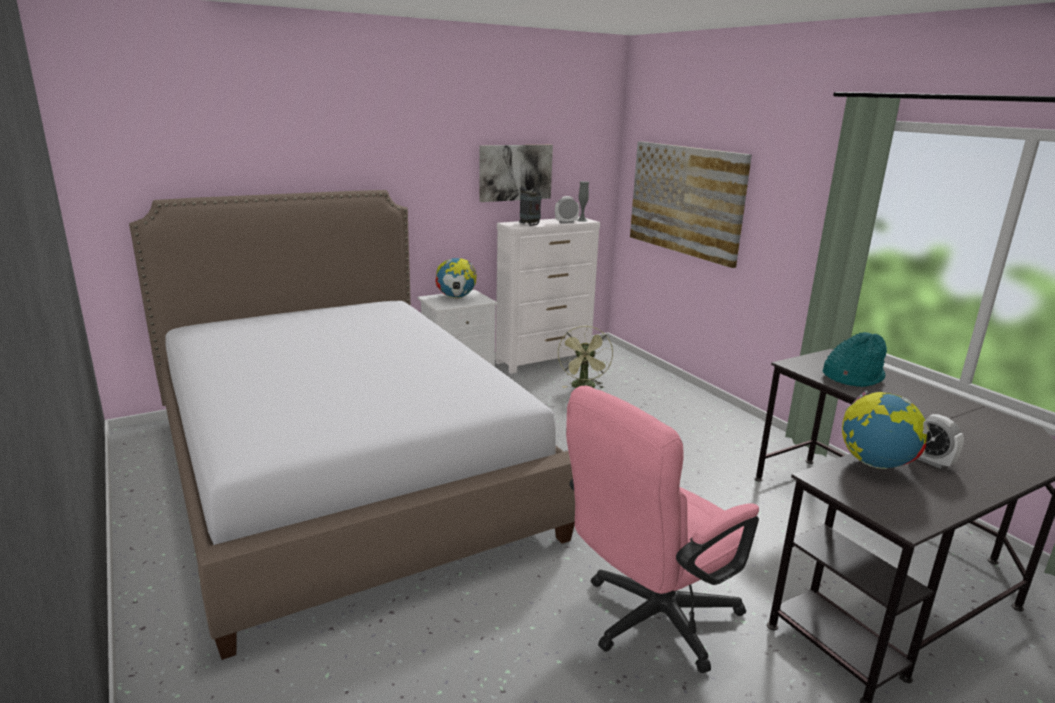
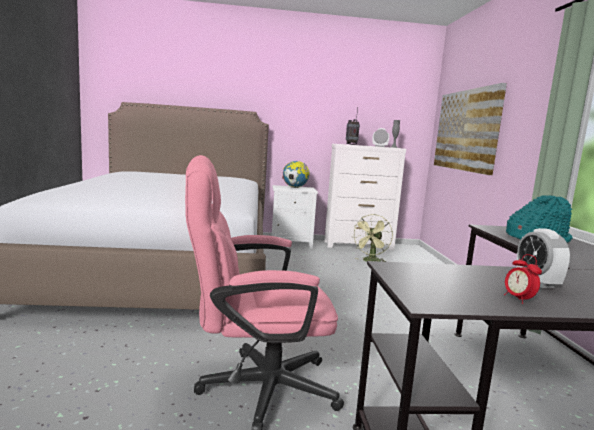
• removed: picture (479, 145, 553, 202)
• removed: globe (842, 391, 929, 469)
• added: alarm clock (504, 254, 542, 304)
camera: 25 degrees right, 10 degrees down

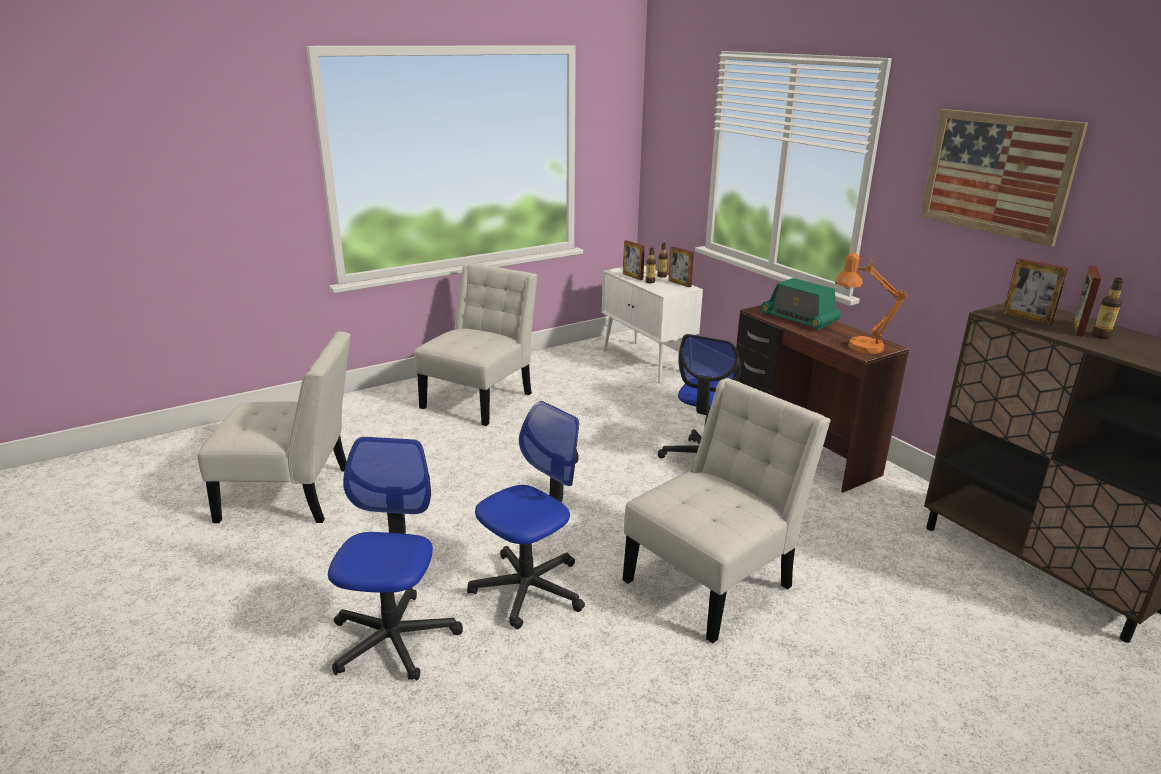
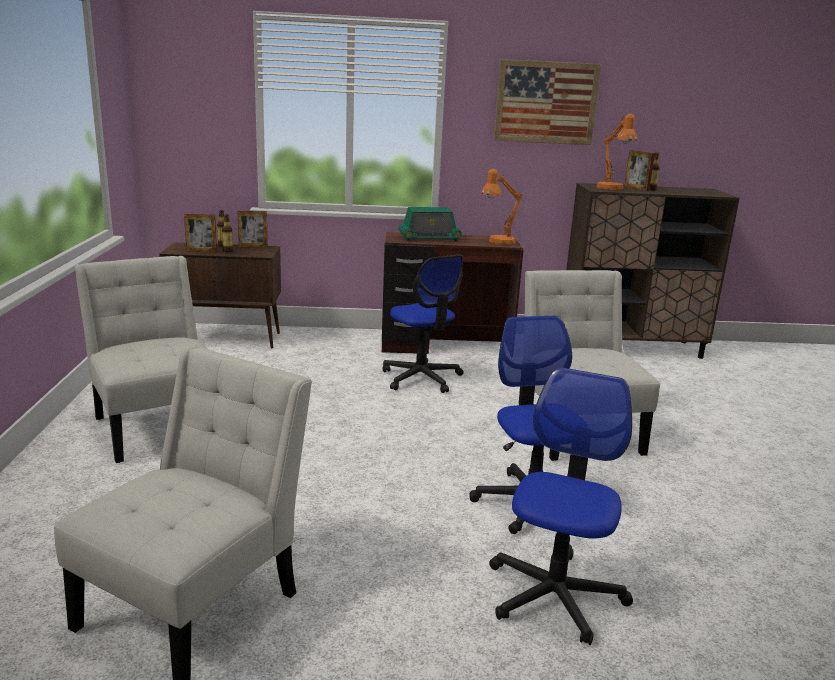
• replaced: picture frame (1003, 258, 1068, 325) to orange table lamp (596, 114, 638, 190)
• recoloured: white cabinet (602, 266, 703, 383) to brown cabinet (159, 242, 281, 348)
• turned: office chair (328, 437, 463, 680) = (489, 367, 633, 645) 75 degrees clockwise
camera: 60 degrees left, 5 degrees down

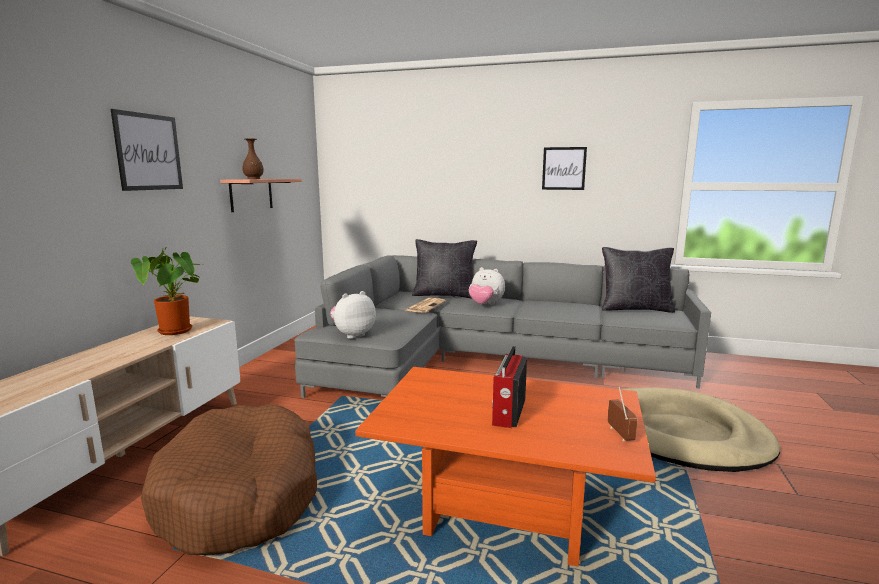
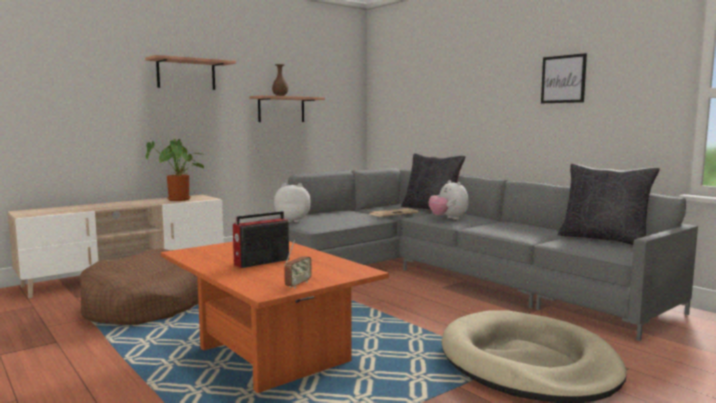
• replaced: picture (111, 109, 183, 191) to shelf (145, 55, 236, 90)
camera: 35 degrees right, 5 degrees down

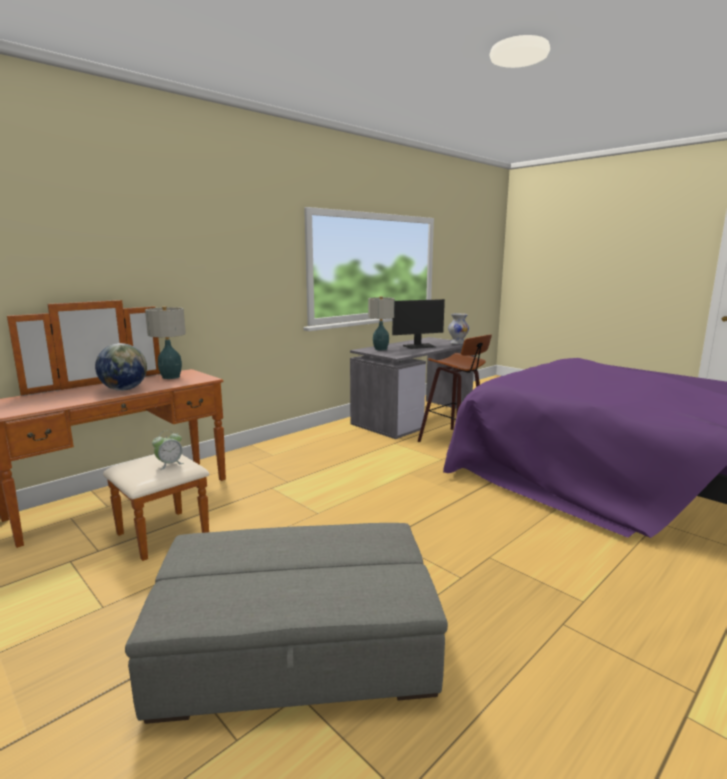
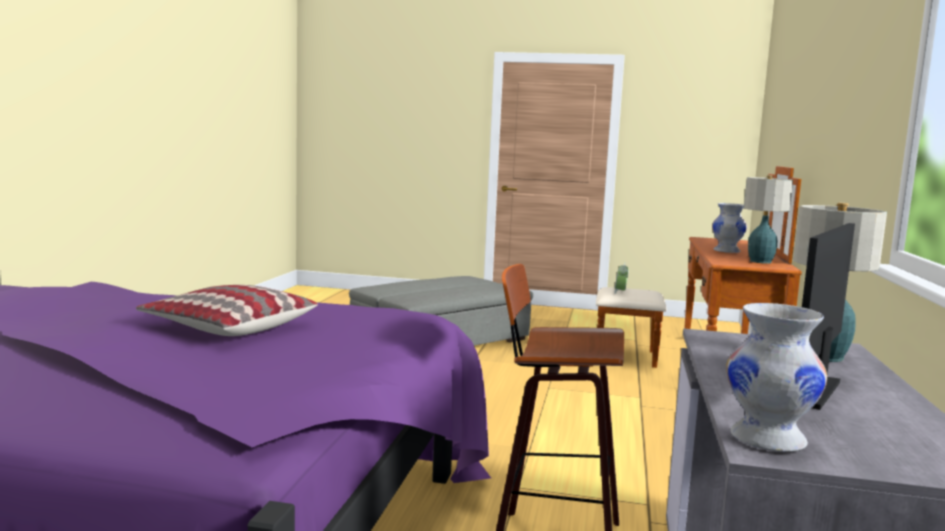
• replaced: globe (95, 343, 147, 391) to white vase (712, 203, 747, 253)
• added: pillow (136, 285, 318, 336)
camera: 145 degrees right, 5 degrees down

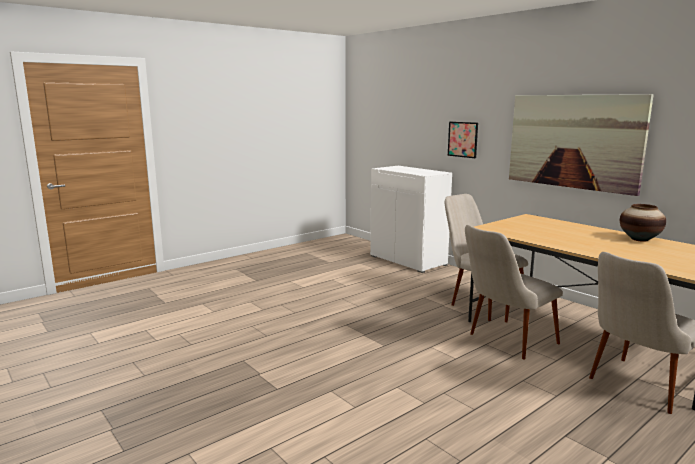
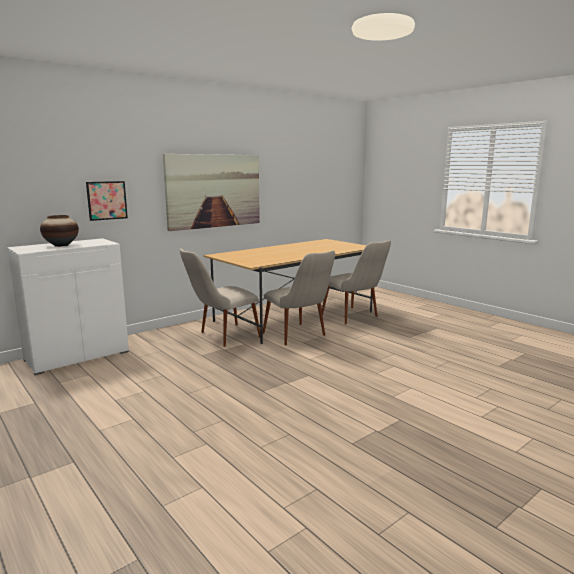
• moved: vase (620, 204, 666, 242) to (40, 215, 79, 247)
camera: 90 degrees left, 0 degrees up

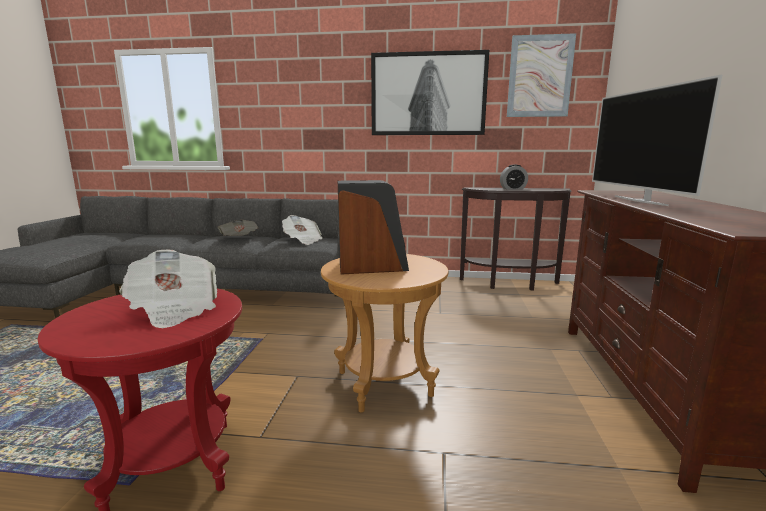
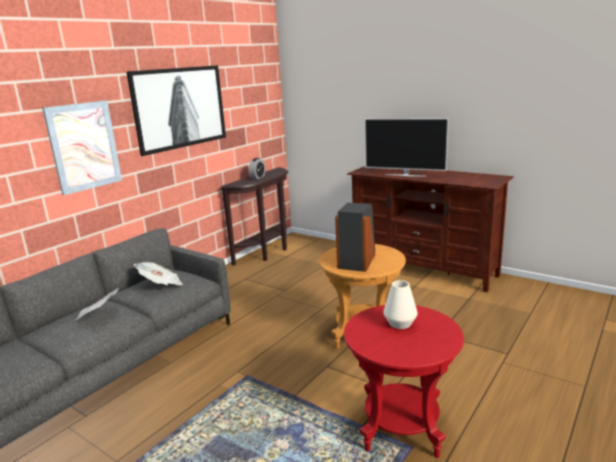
• moved: picture (507, 33, 576, 117) to (42, 101, 122, 195)
• replaced: newspaper (119, 250, 217, 328) to white vase (383, 280, 418, 329)
camera: 60 degrees left, 5 degrees up

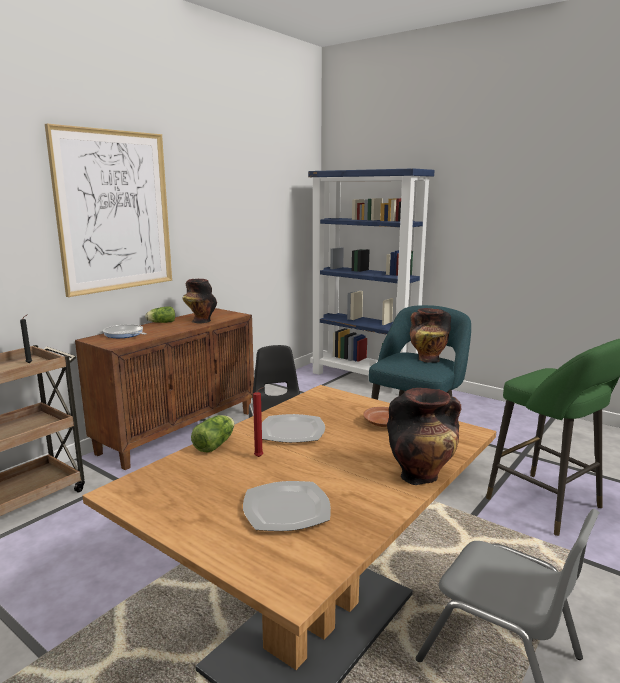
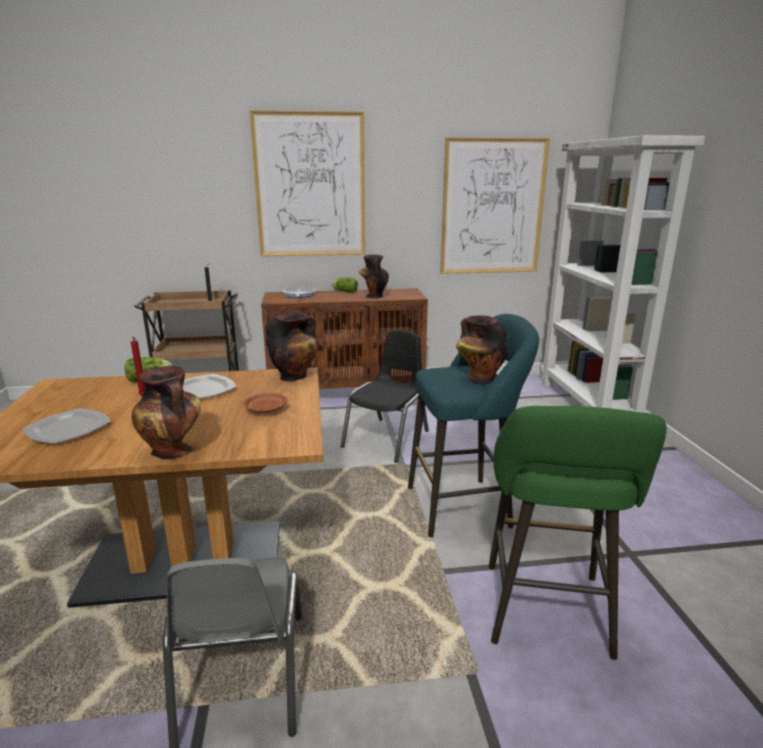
• recoloured: blue bookcase (308, 168, 435, 395) to white bookcase (540, 135, 705, 413)
• added: picture (440, 137, 550, 274)
• added: vase (266, 312, 317, 382)
camera: 45 degrees right, 5 degrees up

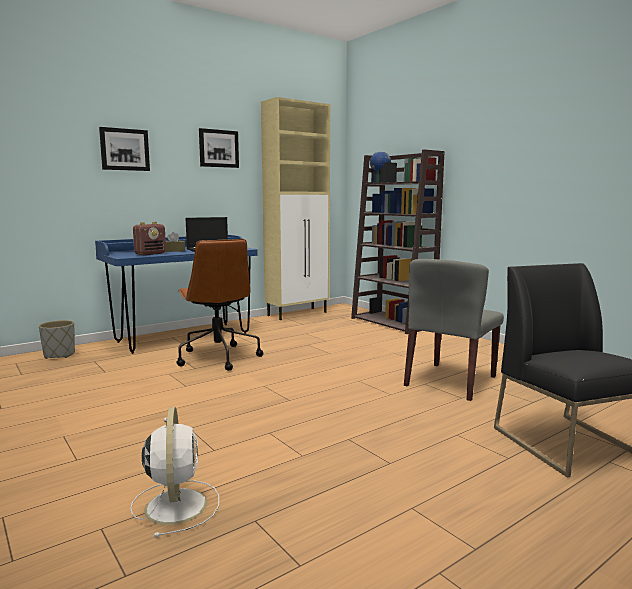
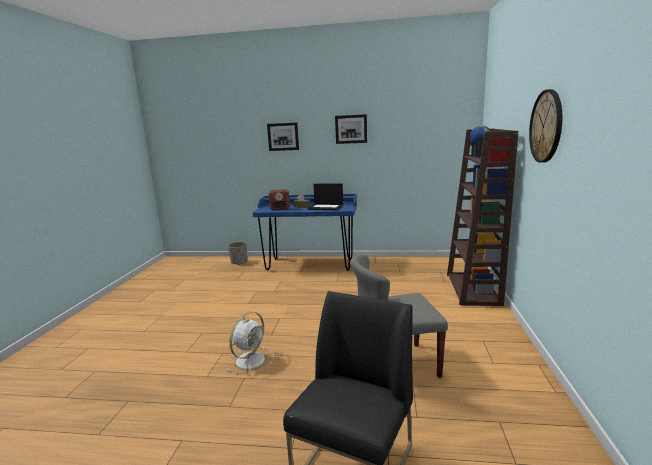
• removed: beige cabinet (261, 97, 330, 320)
• removed: brown office chair (176, 239, 263, 371)
• moved: white fan (130, 407, 219, 538) to (227, 311, 274, 374)
• added: wall clock (529, 89, 562, 163)
camera: 45 degrees right, 5 degrees up

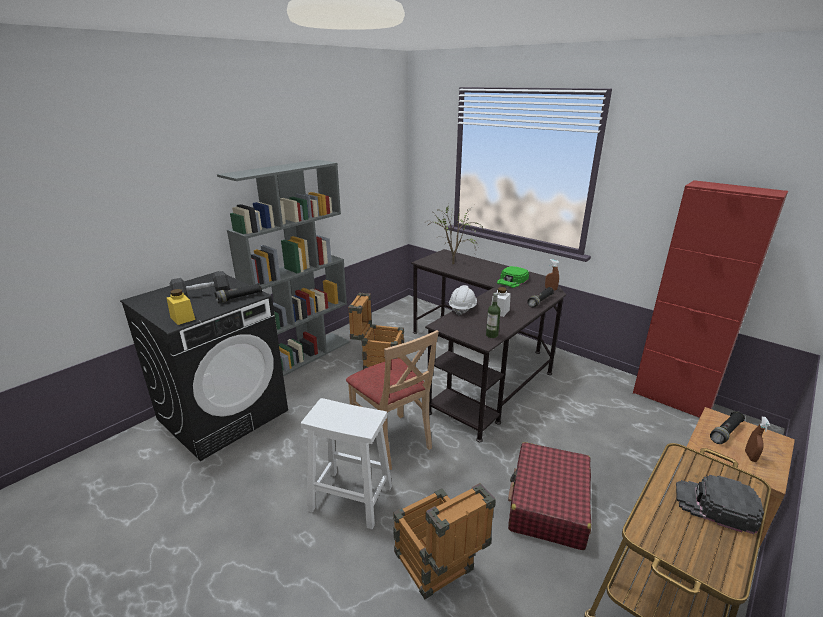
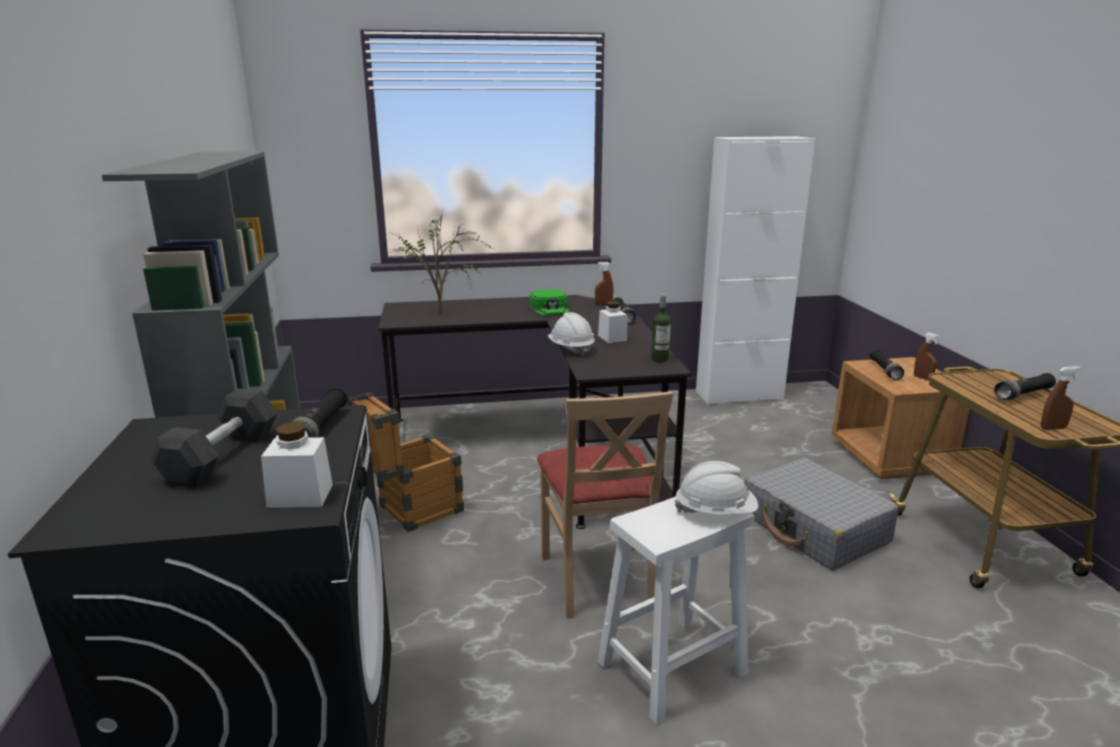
• recoloured: red cabinet (633, 180, 788, 418) to white cabinet (696, 136, 815, 405)
• recoloured: yellow jar (167, 289, 195, 325) to white jar (261, 422, 333, 508)
• turned: beige chair (346, 330, 439, 470) = (537, 391, 673, 619) 75 degrees clockwise
• recoloured: red suitcase (508, 442, 591, 550) to grey suitcase (745, 458, 899, 570)
• replaced: black cap (676, 475, 764, 534) to black flashlight (994, 373, 1056, 400)
• removed: crate (393, 483, 496, 599)
• added: brown spray bottle (1041, 366, 1081, 430)
• added: white hard hat (675, 461, 758, 515)
camera: 50 degrees left, 5 degrees down

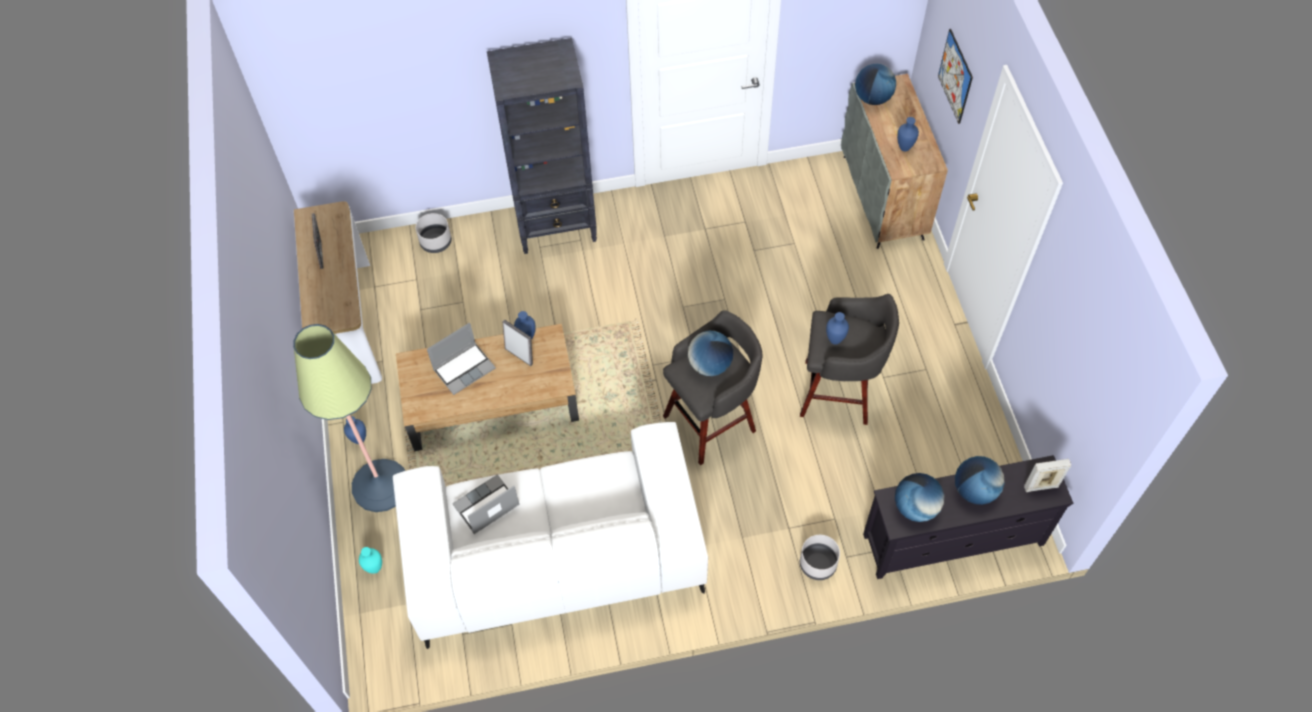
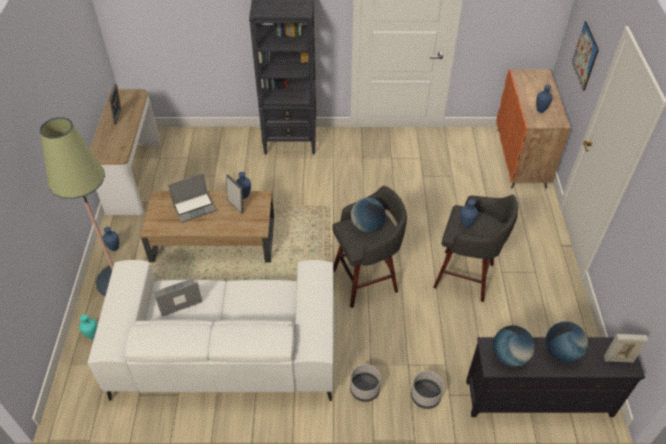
• removed: globe (855, 64, 896, 105)
• recoloured: grey cabinet (841, 74, 948, 249) to orange cabinet (496, 69, 571, 189)
• moved: grey planter (415, 213, 452, 253) to (350, 364, 381, 402)
camera: 10 degrees right, 10 degrees down

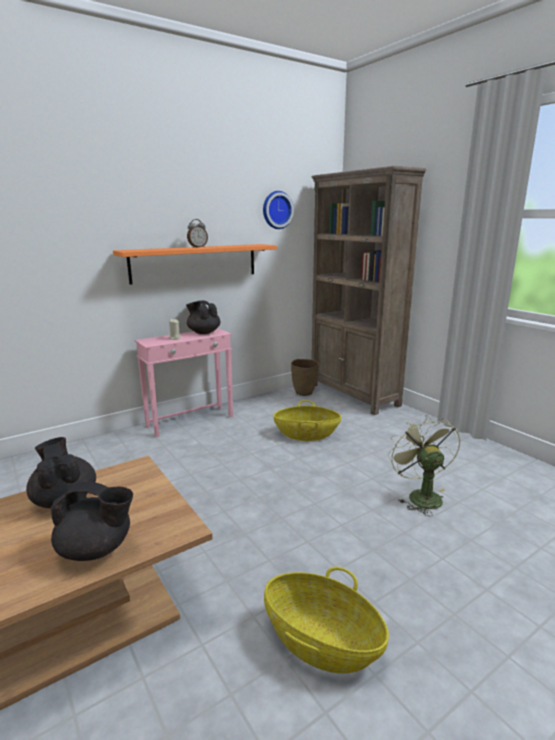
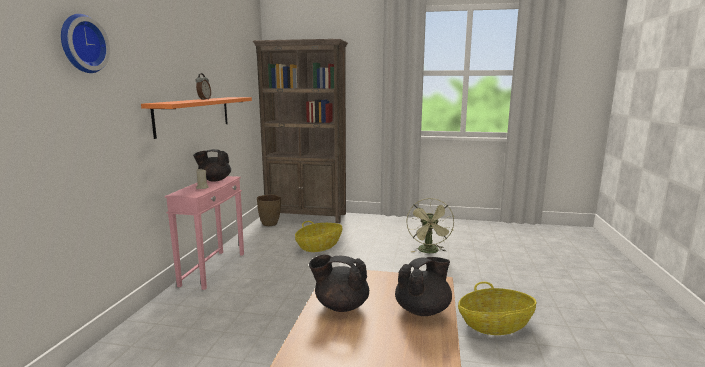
• moved: wall clock (263, 191, 294, 229) to (61, 14, 110, 73)
• turned: green fan (388, 415, 461, 516) = (406, 198, 454, 253) 120 degrees counterclockwise
camera: 45 degrees left, 5 degrees down

